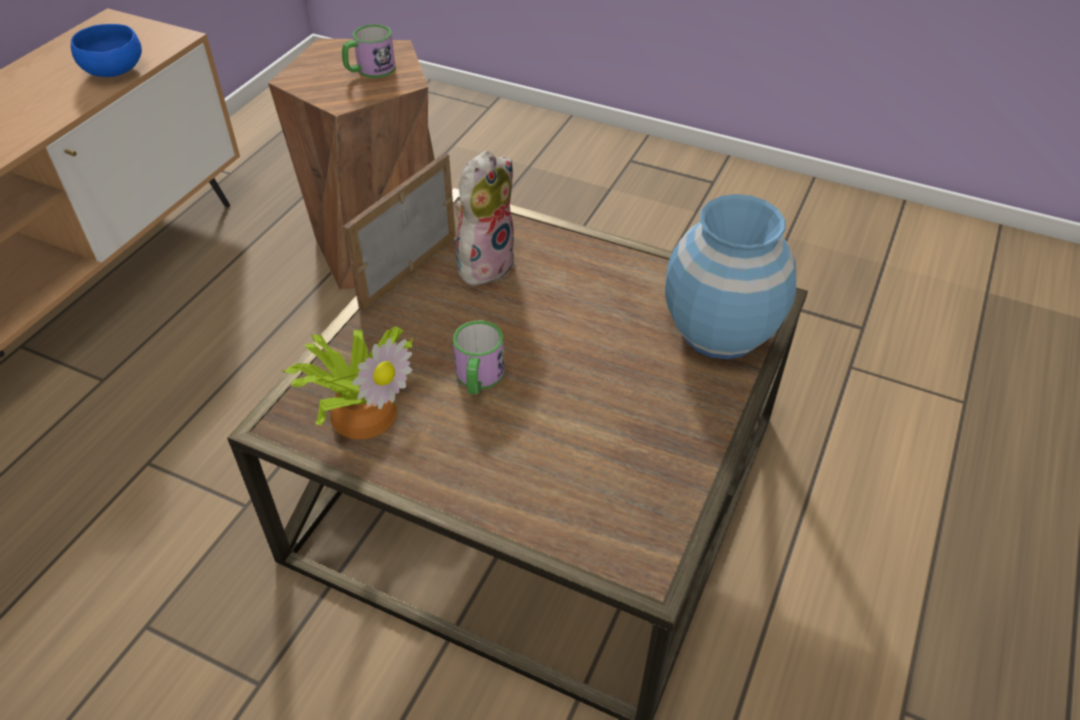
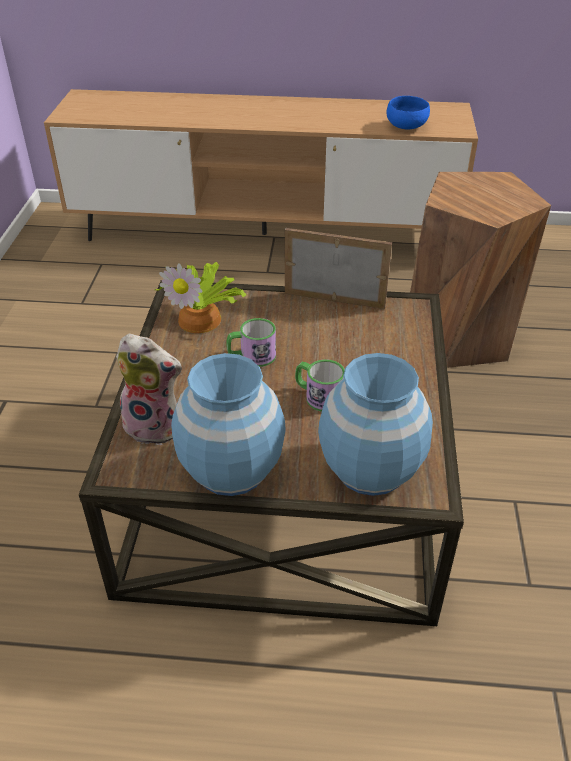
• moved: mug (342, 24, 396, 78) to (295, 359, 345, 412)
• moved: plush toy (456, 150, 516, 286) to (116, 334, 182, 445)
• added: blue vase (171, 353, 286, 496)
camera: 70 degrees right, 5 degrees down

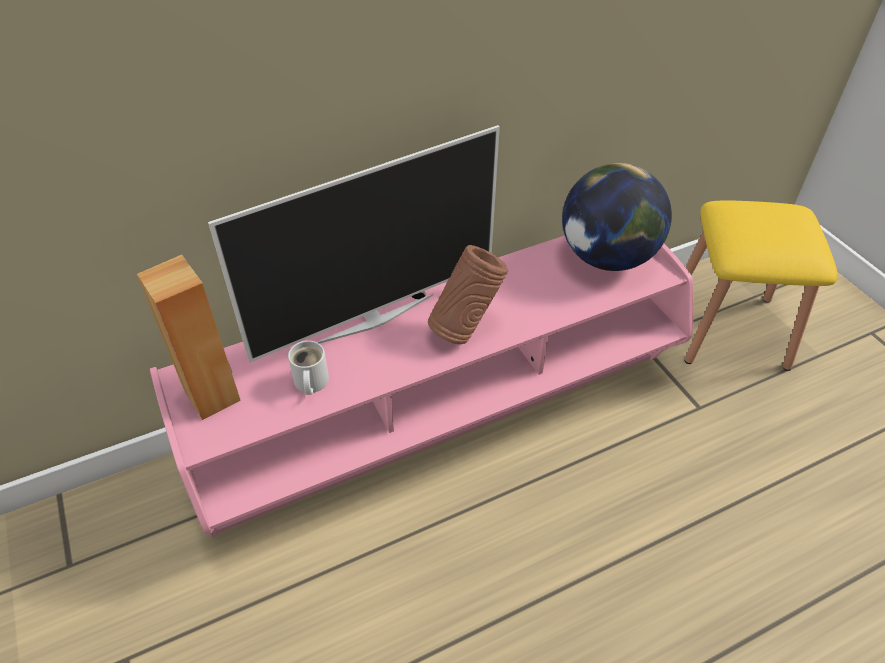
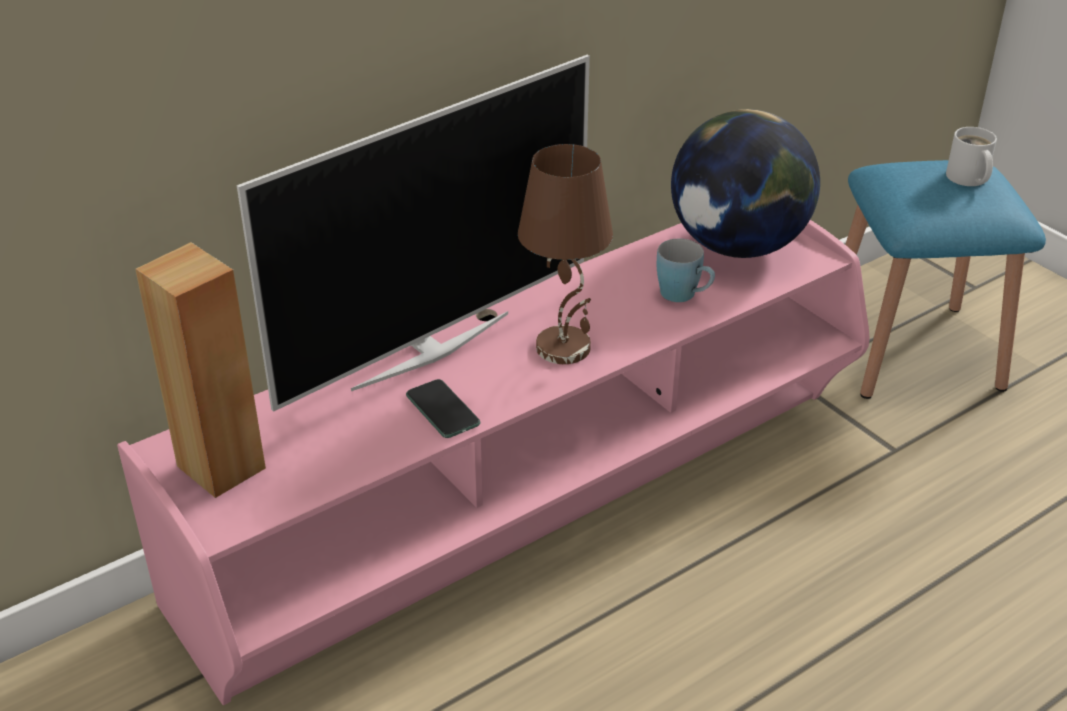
• recoloured: yellow stool (685, 200, 838, 371) to blue stool (845, 160, 1046, 399)
• replaced: brown vase (428, 245, 508, 344) to brown table lamp (518, 144, 613, 364)
• moved: white mug (288, 341, 329, 395) to (946, 127, 997, 186)
• added: blue mug (656, 239, 715, 302)
• added: phone (406, 379, 480, 438)
camera: 10 degrees left, 10 degrees down

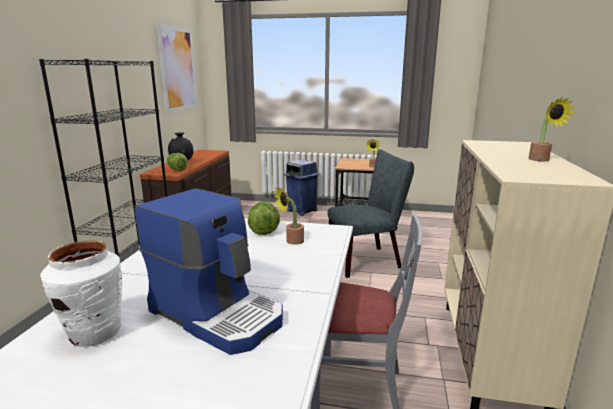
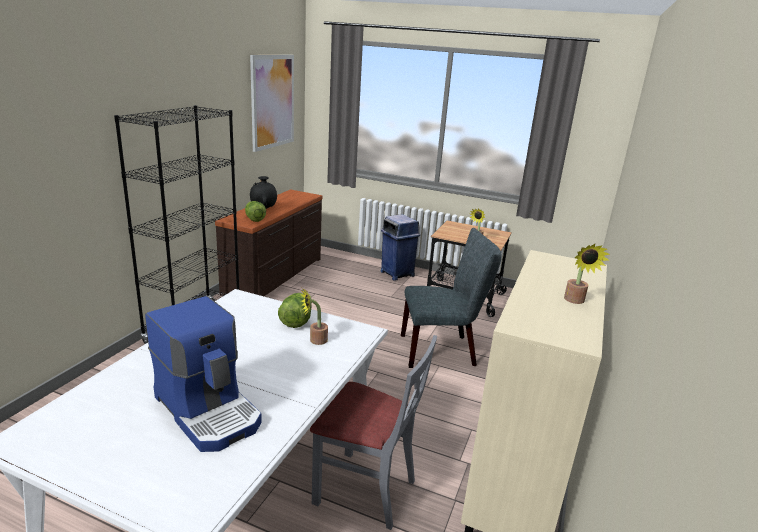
• removed: white vase (40, 240, 122, 347)
camera: 10 degrees right, 5 degrees up

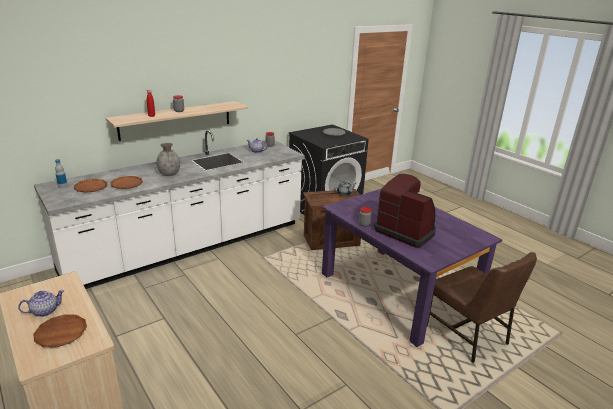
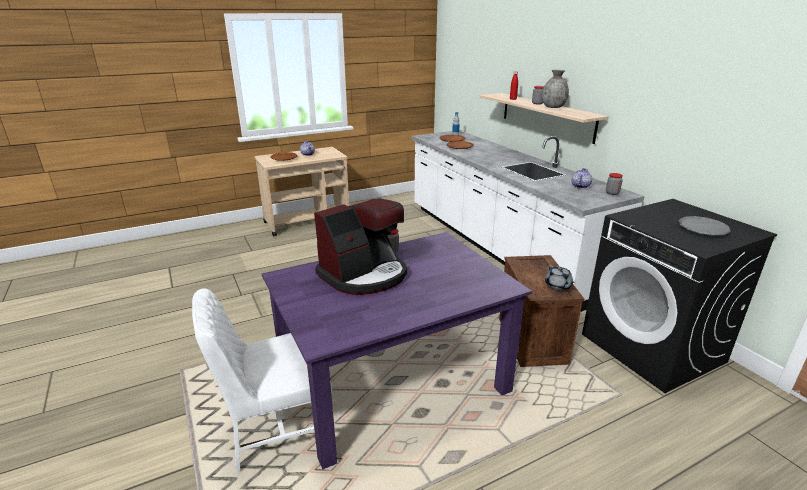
• moved: grey vase (157, 143, 180, 176) to (542, 70, 569, 108)
• recoloured: brown chair (427, 252, 537, 363) to white chair (192, 288, 332, 473)
camera: 100 degrees right, 0 degrees up

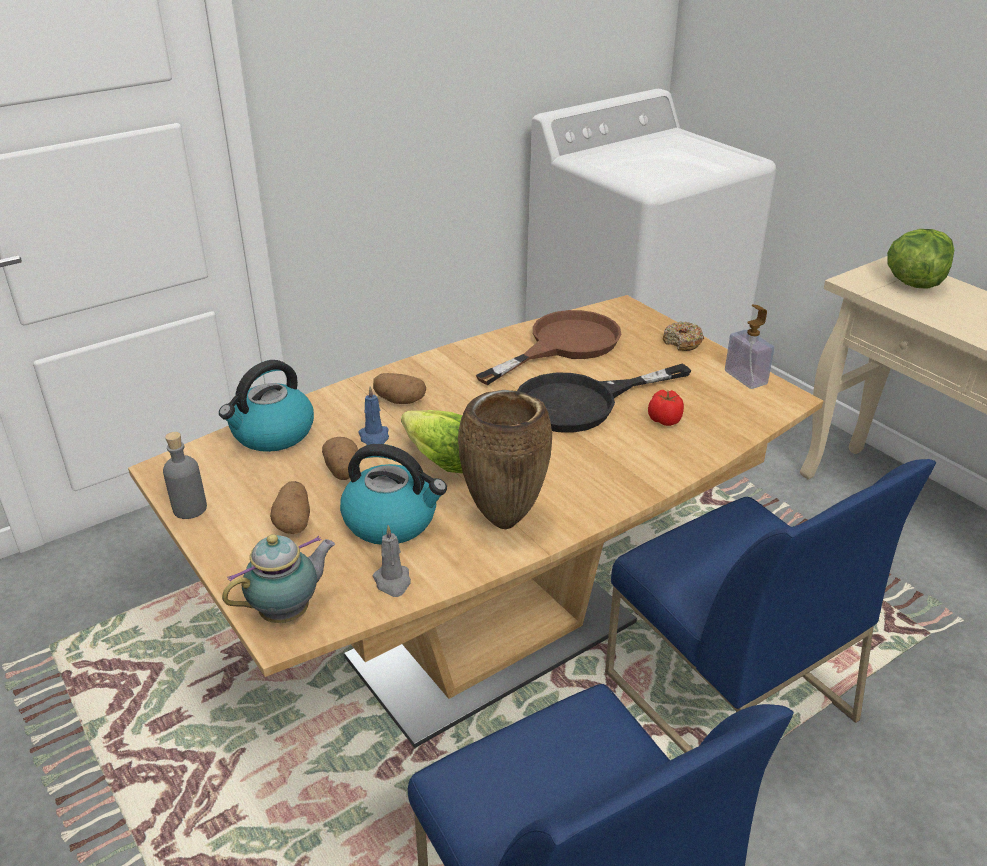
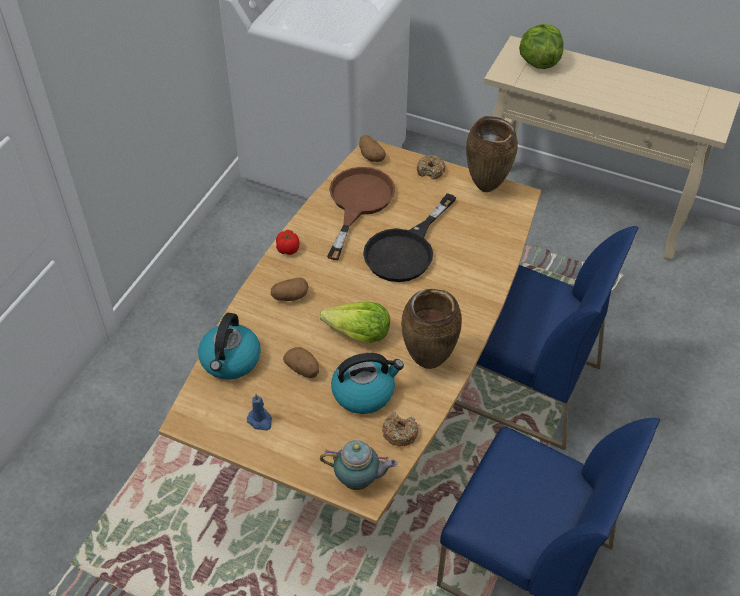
• replaced: soap dispenser (725, 304, 774, 389) to brown vase (466, 116, 518, 192)
• moved: blue candle (358, 386, 389, 445) to (247, 394, 272, 431)
• moved: tomato (648, 390, 684, 426) to (276, 230, 299, 255)
• removed: grey bottle (163, 432, 207, 519)
• moved: potato (270, 481, 310, 534) to (359, 135, 386, 162)
• replaced: grey candle (373, 525, 411, 597) to donut (382, 412, 418, 447)
• turned: teapot (222, 534, 335, 623) = (320, 440, 397, 490) 75 degrees clockwise
camera: 30 degrees left, 15 degrees up

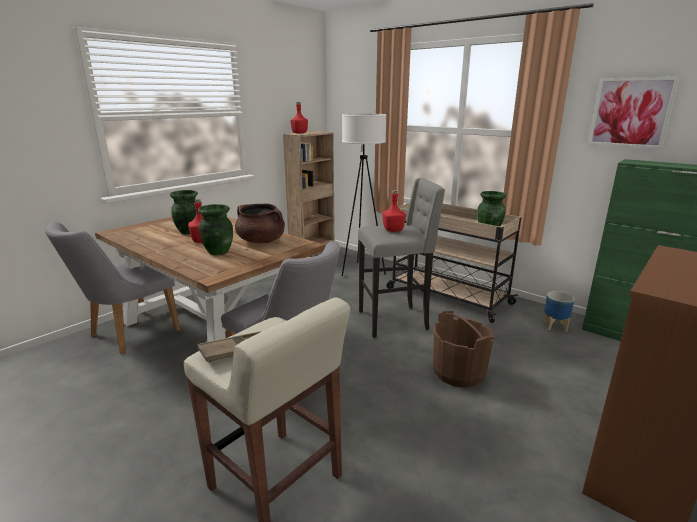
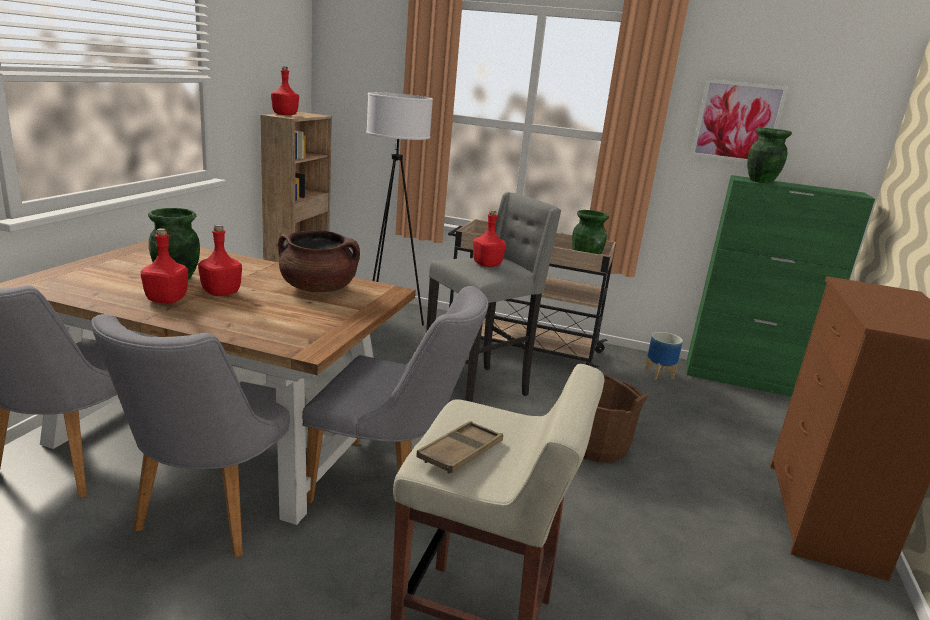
• moved: green vase (198, 204, 233, 255) to (747, 127, 792, 184)
• added: red bottle (141, 228, 188, 303)
• added: grey chair (91, 314, 306, 558)
camera: 25 degrees left, 0 degrees up

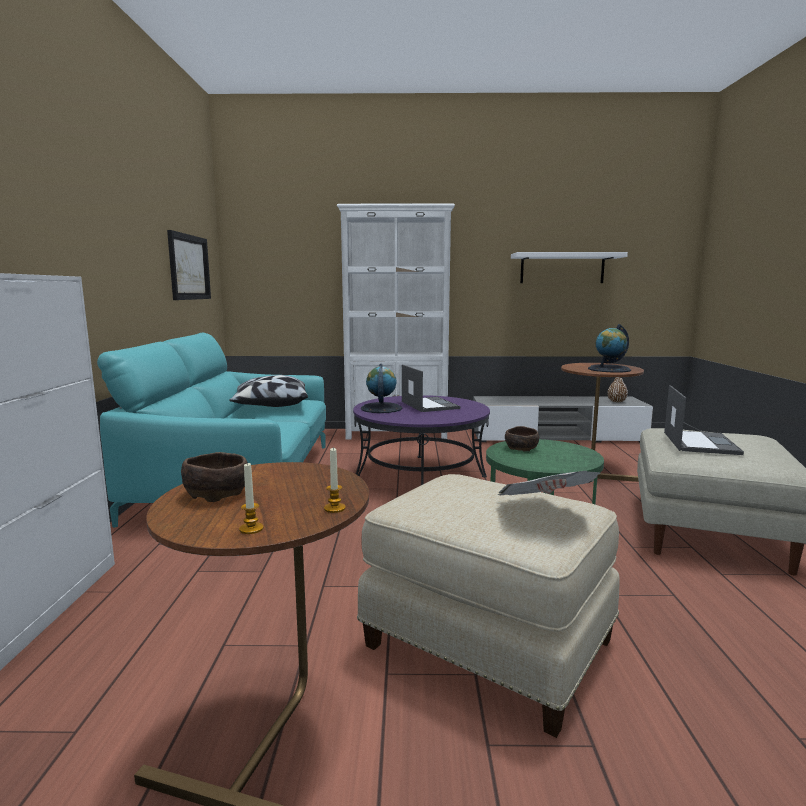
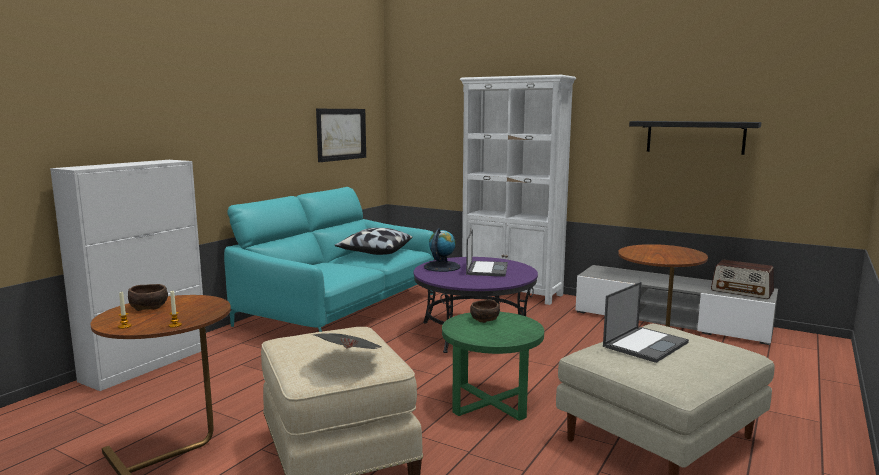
• recoloured: white shelf (511, 252, 628, 283) to black shelf (629, 121, 761, 155)
• removed: globe (588, 324, 631, 373)
• replaced: brown vase (607, 377, 628, 402) to radio (711, 260, 774, 299)
camera: 30 degrees right, 0 degrees up

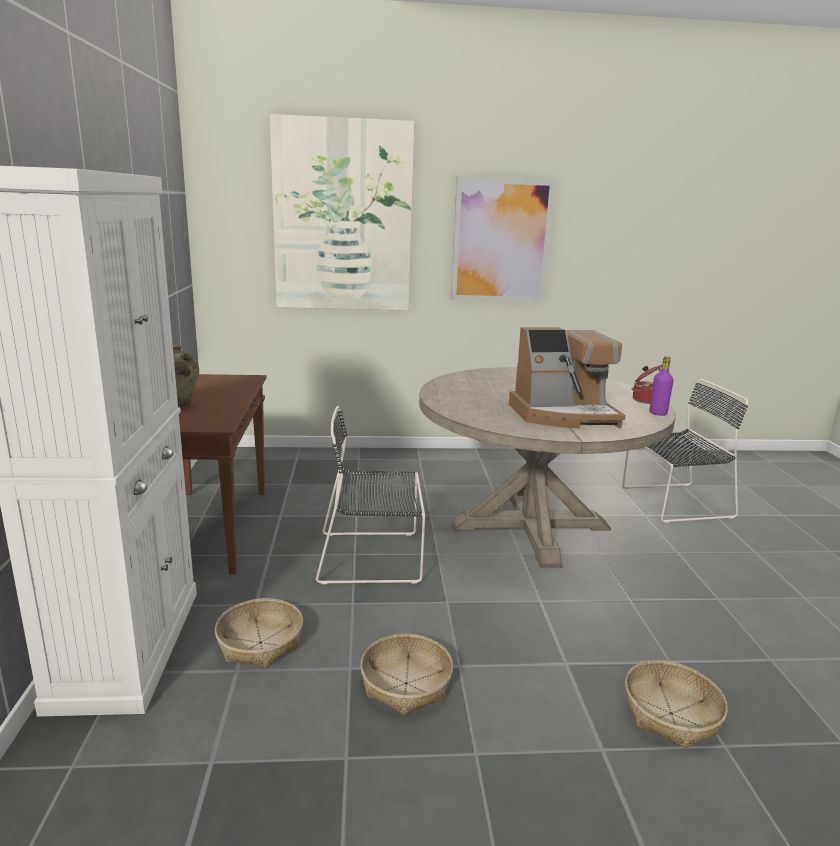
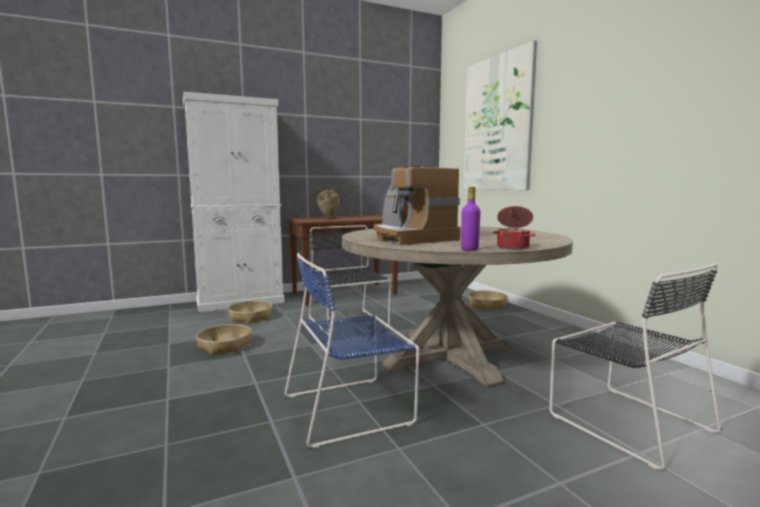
• removed: picture (451, 176, 555, 302)
• moved: basket (625, 660, 728, 748) to (468, 290, 508, 310)
• added: blue chair (285, 253, 419, 448)
camera: 70 degrees right, 10 degrees down

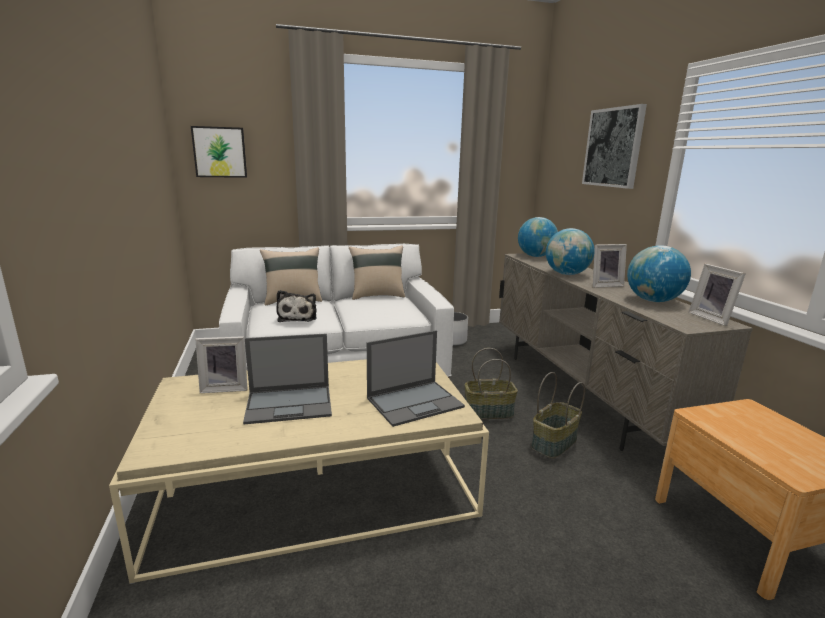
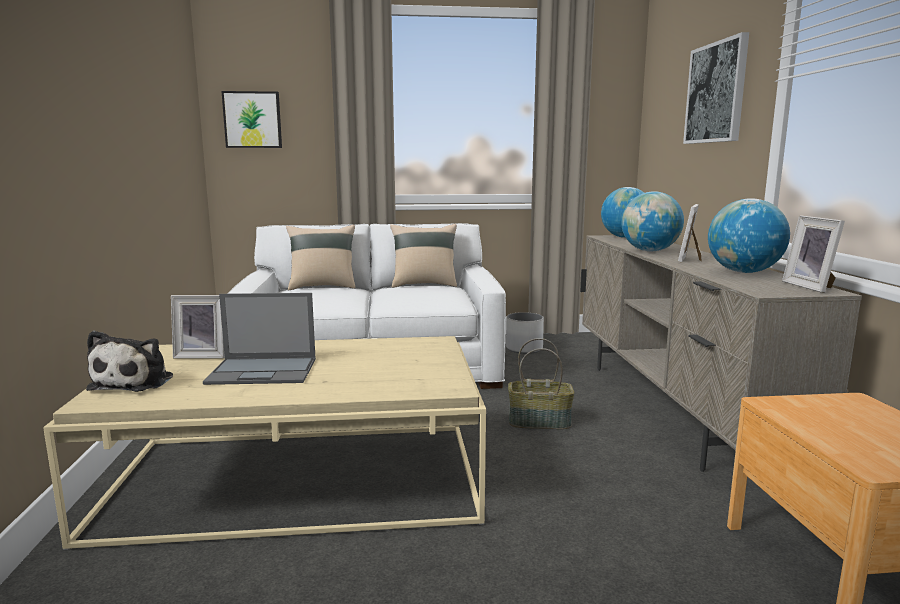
• turned: picture frame (593, 244, 627, 288) = (678, 204, 702, 262) 120 degrees clockwise
• moved: plush toy (277, 290, 317, 322) to (86, 331, 173, 392)
• removed: laptop (367, 330, 465, 427)
• removed: basket (531, 372, 585, 458)
camera: 10 degrees right, 5 degrees down

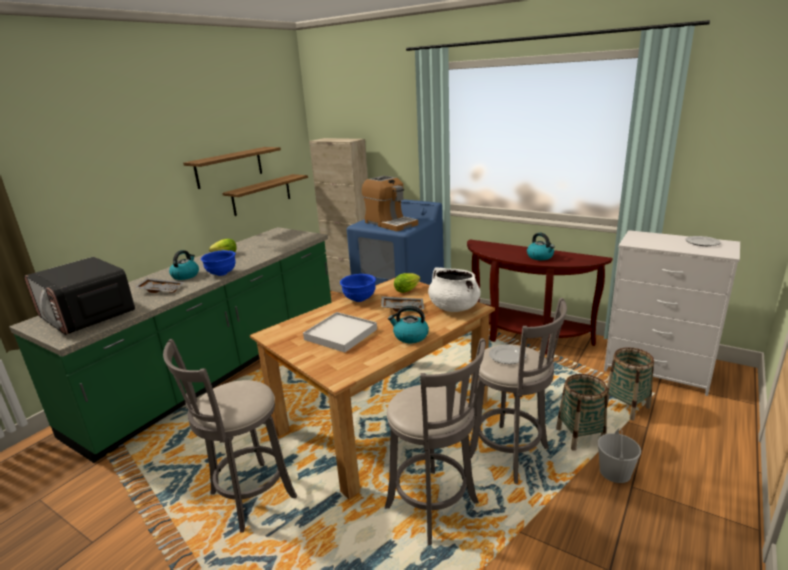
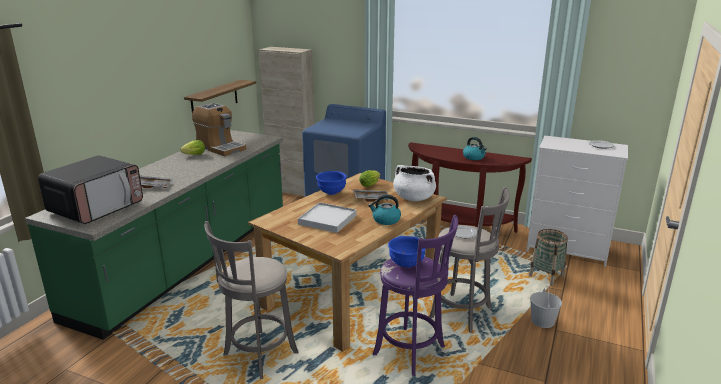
• removed: shelf (183, 147, 281, 189)
• moved: coffee machine (362, 176, 418, 232) to (192, 103, 246, 156)
• removed: kettle (169, 250, 199, 280)
• moved: blue bowl (201, 250, 236, 276) to (388, 236, 426, 268)
• turned: microwave (24, 257, 135, 335) = (38, 155, 143, 224) 90 degrees counterclockwise
• recoloured: grey stool (385, 338, 486, 545) to purple stool (373, 215, 458, 376)
• removed: basket (556, 374, 607, 451)
camera: 10 degrees left, 0 degrees up

